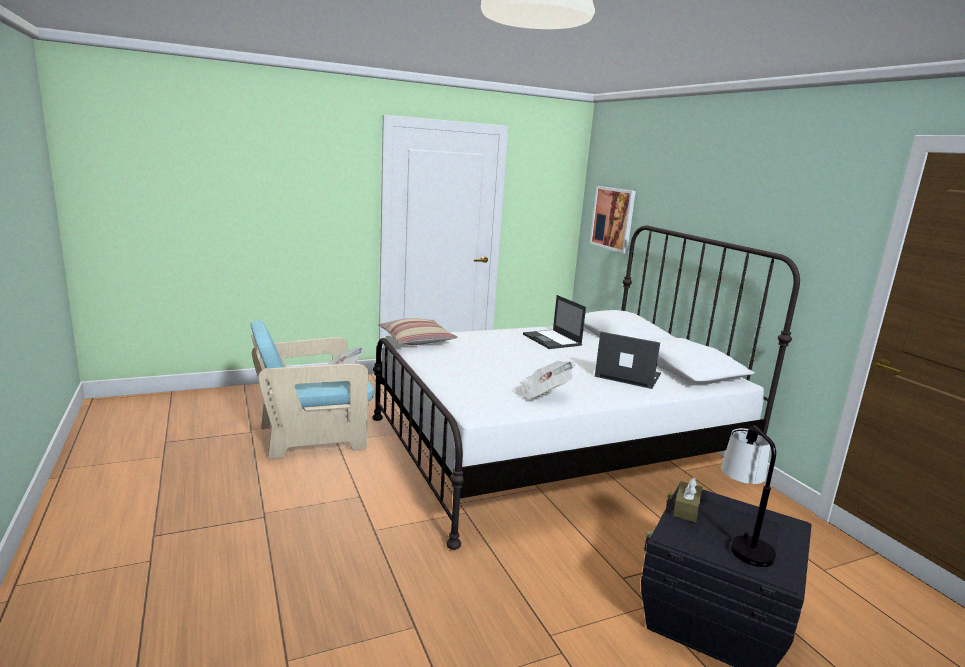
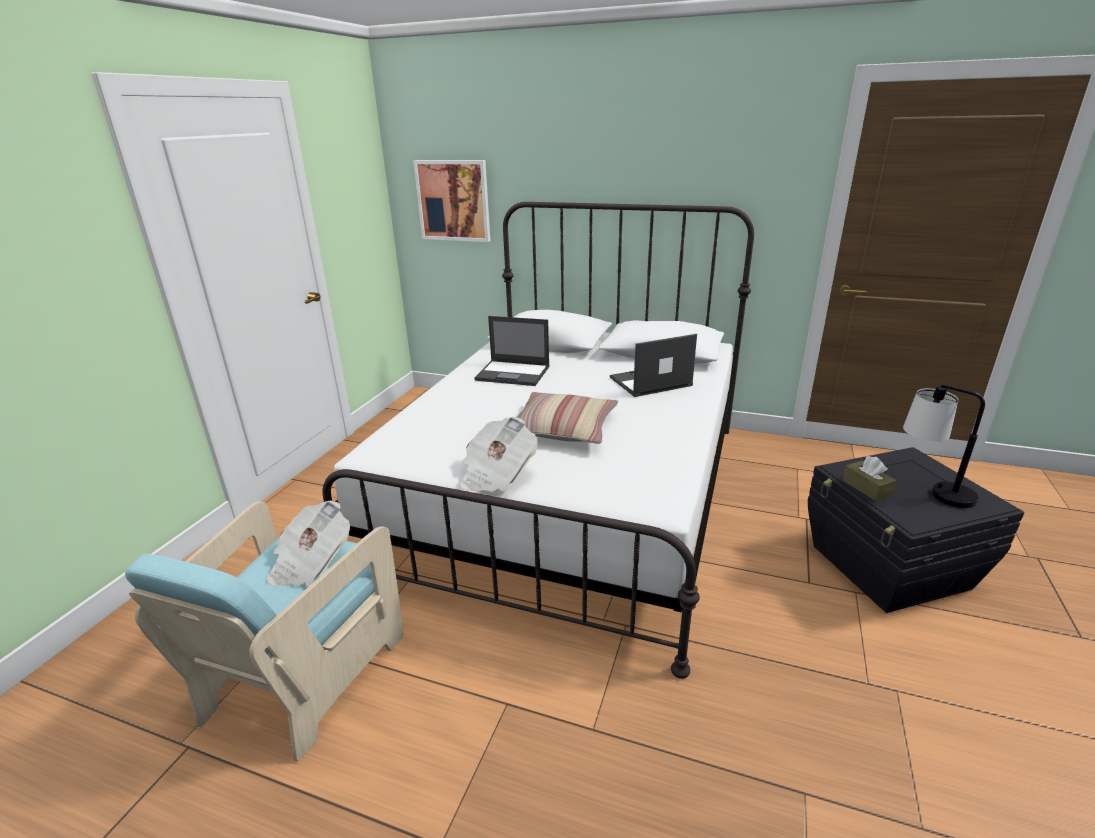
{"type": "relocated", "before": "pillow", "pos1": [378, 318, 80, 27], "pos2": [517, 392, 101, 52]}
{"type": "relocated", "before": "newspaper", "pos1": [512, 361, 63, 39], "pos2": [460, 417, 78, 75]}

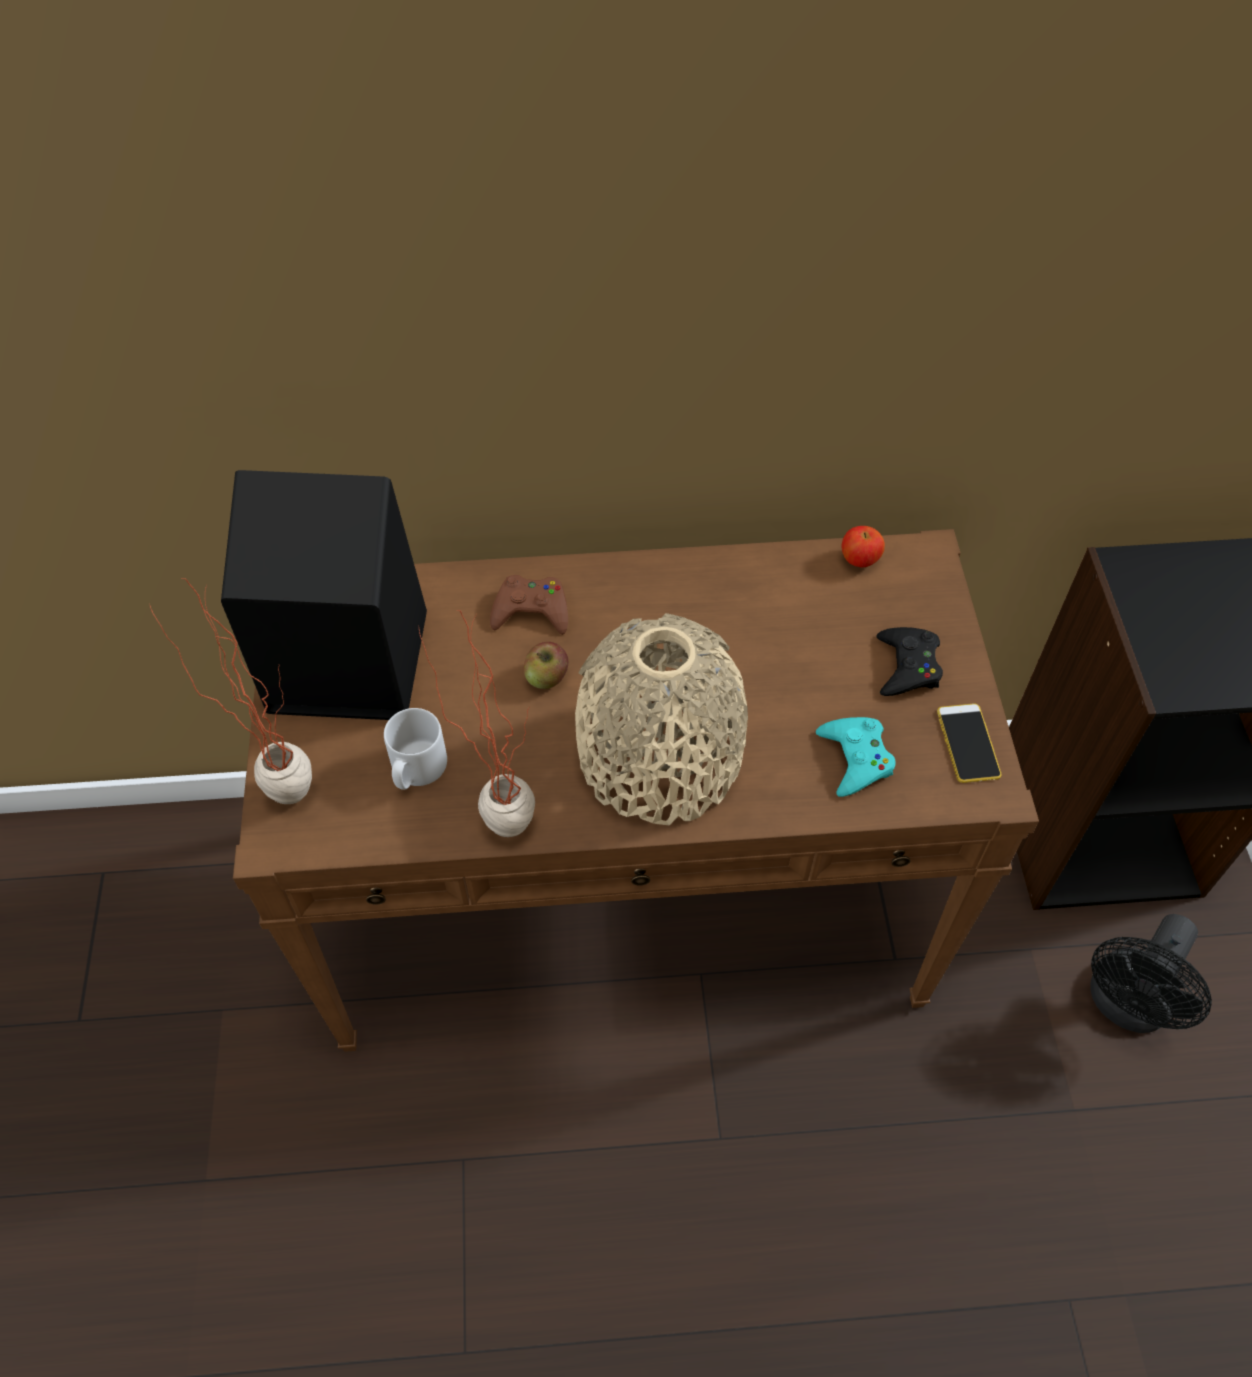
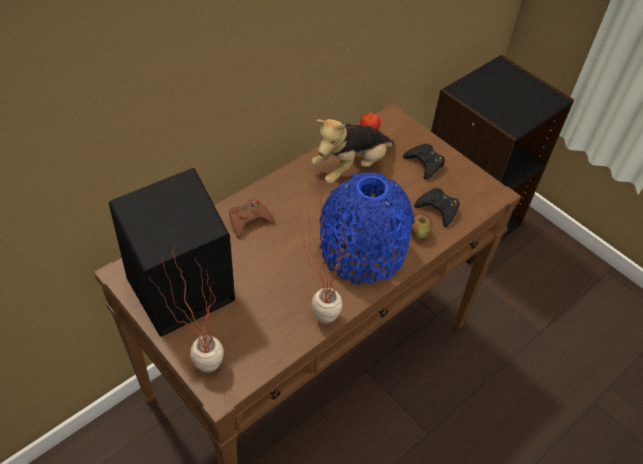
{"type": "missing", "before": "grey mug", "pos1": [384, 708, 63, 82]}
{"type": "missing", "before": "phone", "pos1": [937, 704, 65, 79]}
{"type": "missing", "before": "black fan", "pos1": [1090, 914, 122, 119]}
{"type": "appeared", "after": "plush toy", "pos2": [311, 119, 83, 65]}
{"type": "relocated", "before": "apple", "pos1": [524, 642, 44, 47], "pos2": [411, 213, 22, 26]}
{"type": "colour", "before": "beige vase", "after": "blue vase", "pos1": [575, 613, 173, 213], "pos2": [319, 172, 95, 113]}
{"type": "colour", "before": "turquoise game controller", "after": "black game controller", "pos1": [816, 717, 80, 80], "pos2": [414, 188, 46, 39]}

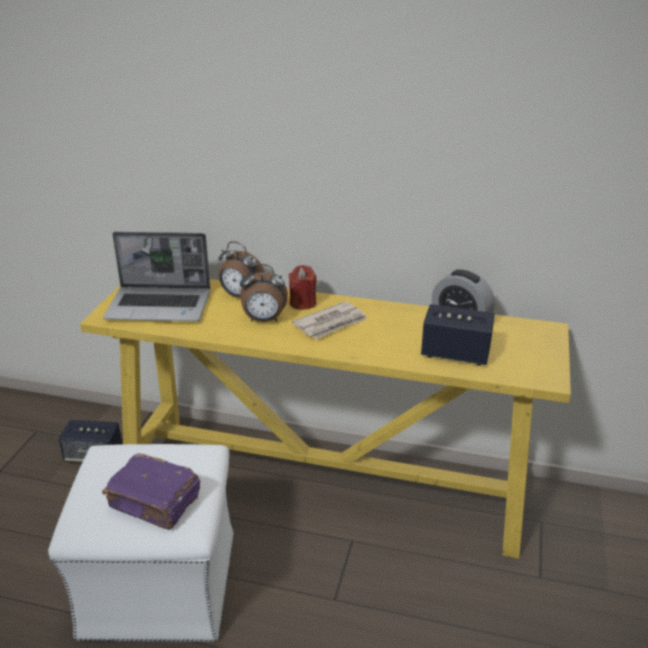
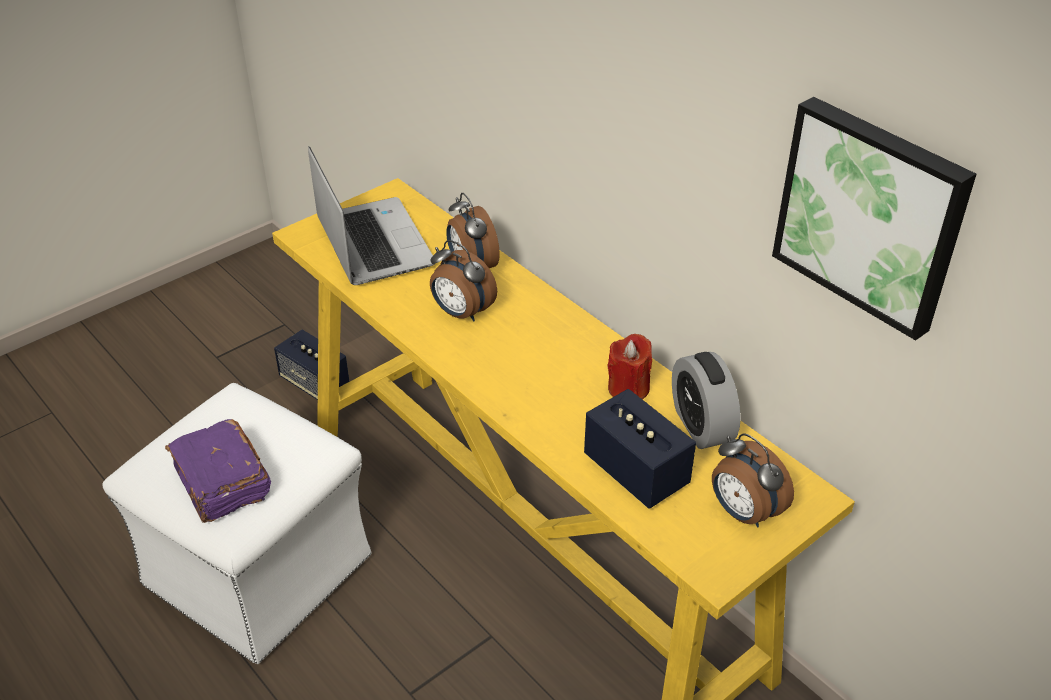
{"type": "missing", "before": "newspaper", "pos1": [292, 301, 75, 38]}
{"type": "appeared", "after": "alarm clock", "pos2": [712, 433, 82, 94]}
{"type": "appeared", "after": "picture", "pos2": [772, 97, 204, 243]}
{"type": "relocated", "before": "red candle", "pos1": [288, 265, 29, 45], "pos2": [607, 334, 45, 65]}
{"type": "spun", "before": "laptop", "pos1": [103, 232, 107, 90], "pos2": [308, 146, 128, 139], "turn": -150}

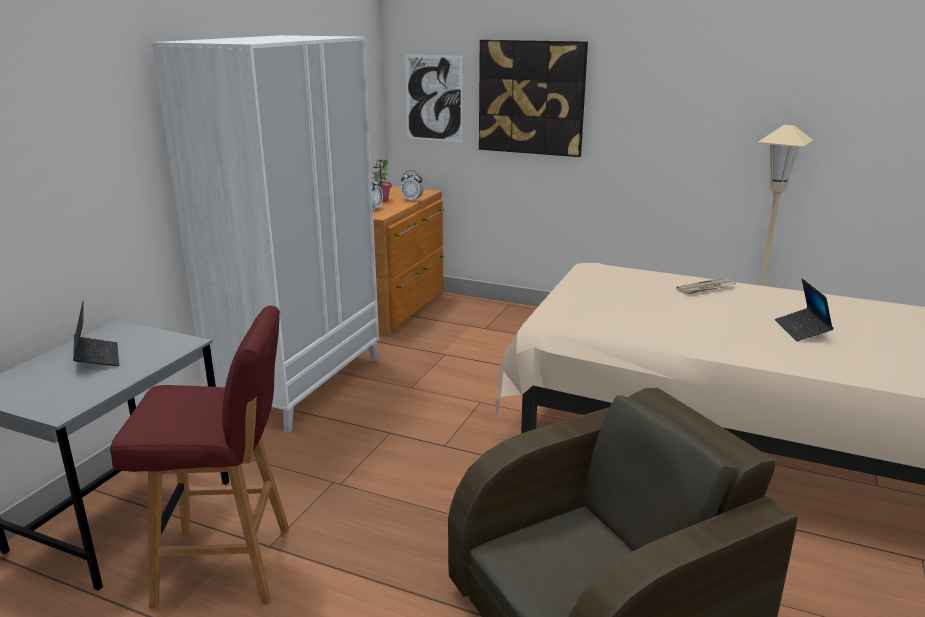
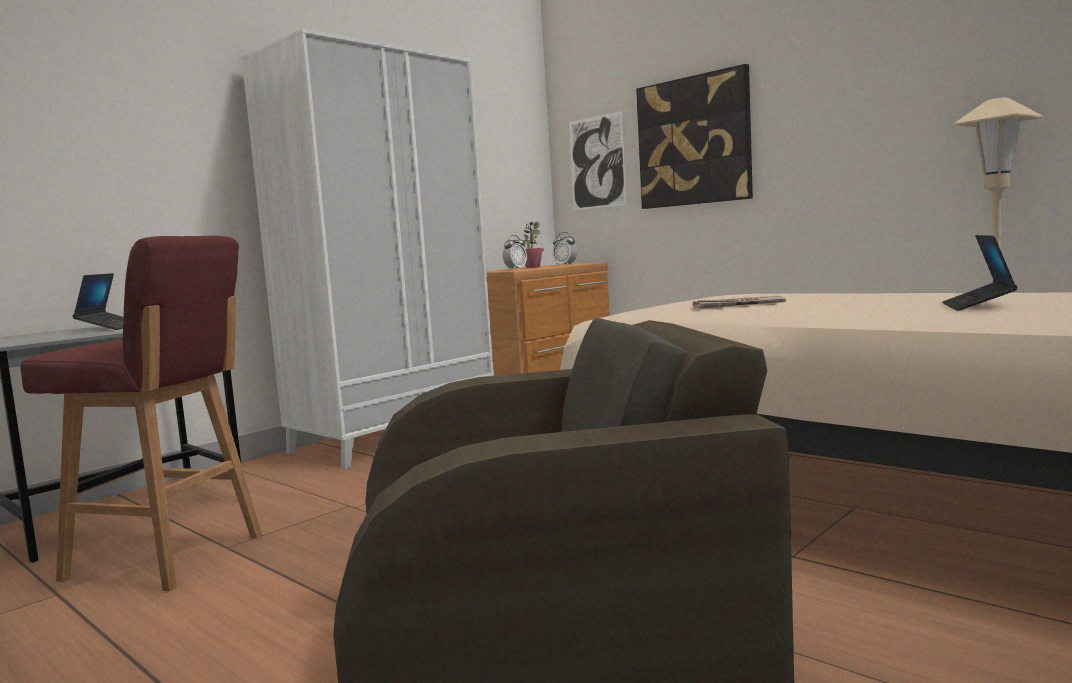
{"type": "relocated", "before": "newspaper", "pos1": [676, 278, 60, 16], "pos2": [693, 296, 93, 13]}

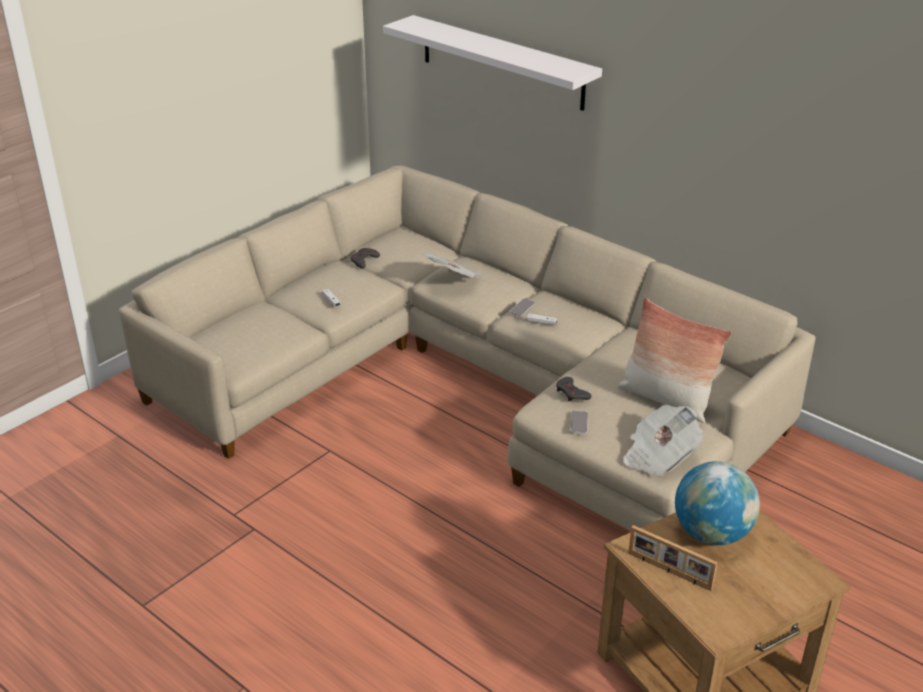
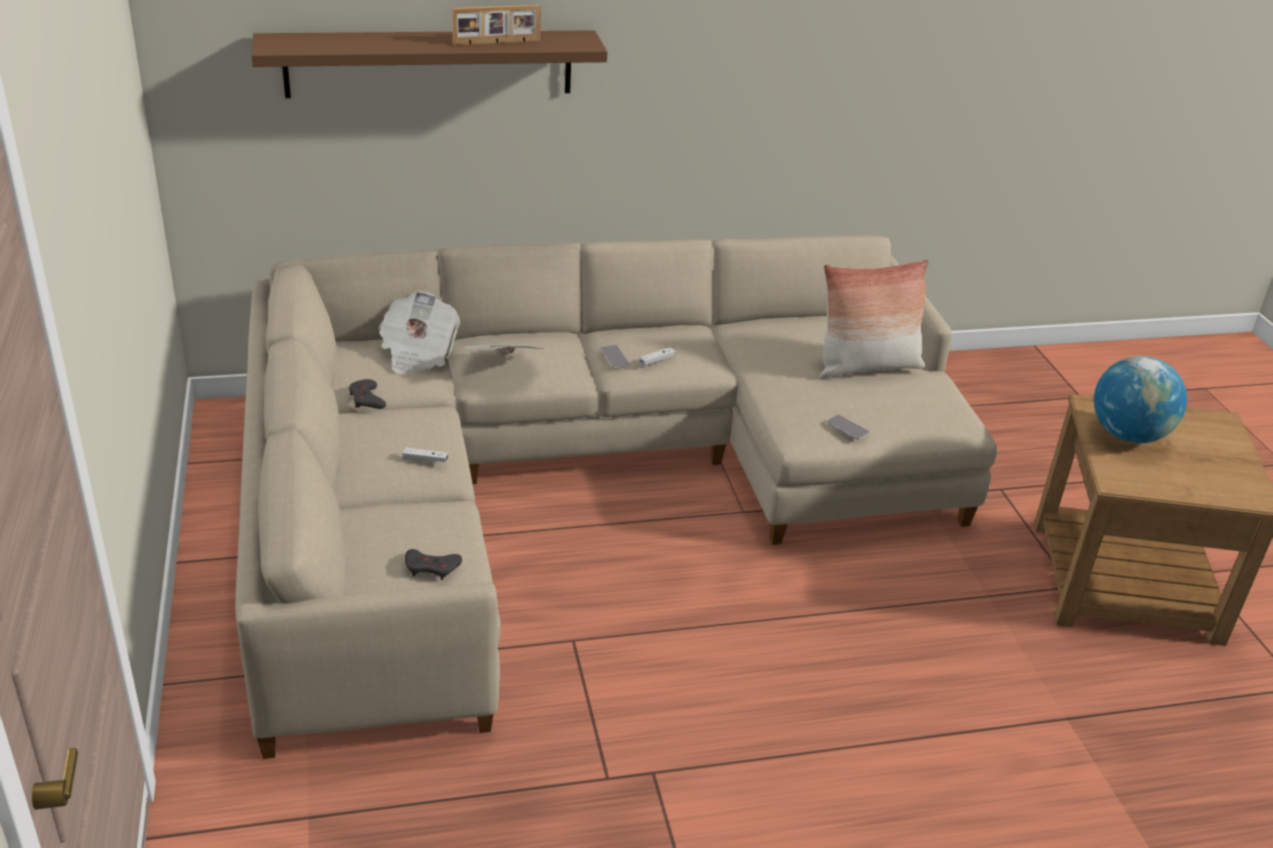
{"type": "relocated", "before": "grey game controller", "pos1": [556, 377, 36, 24], "pos2": [405, 549, 57, 31]}
{"type": "relocated", "before": "newspaper", "pos1": [622, 405, 81, 72], "pos2": [378, 291, 82, 83]}
{"type": "relocated", "before": "picture frame", "pos1": [628, 525, 89, 66], "pos2": [452, 5, 89, 40]}
{"type": "colour", "before": "white shelf", "after": "brown shelf", "pos1": [383, 15, 219, 96], "pos2": [252, 30, 355, 68]}

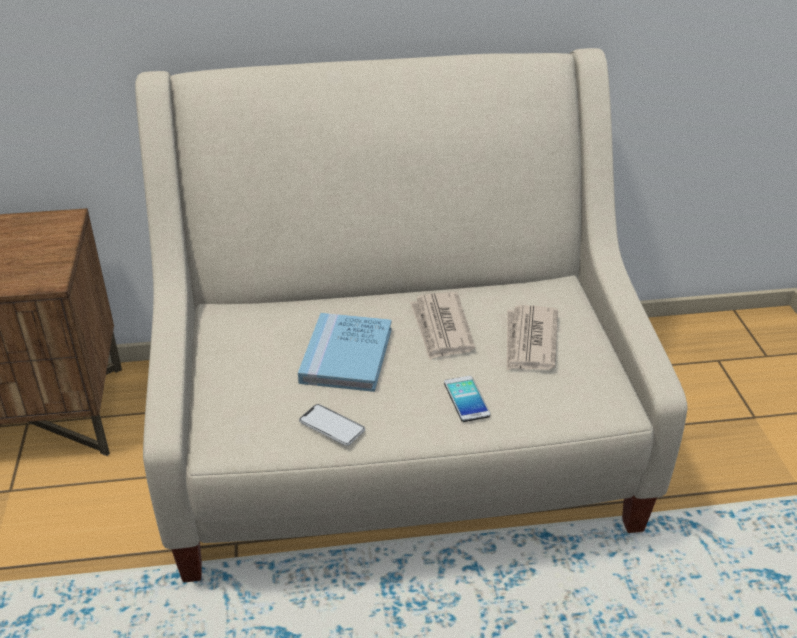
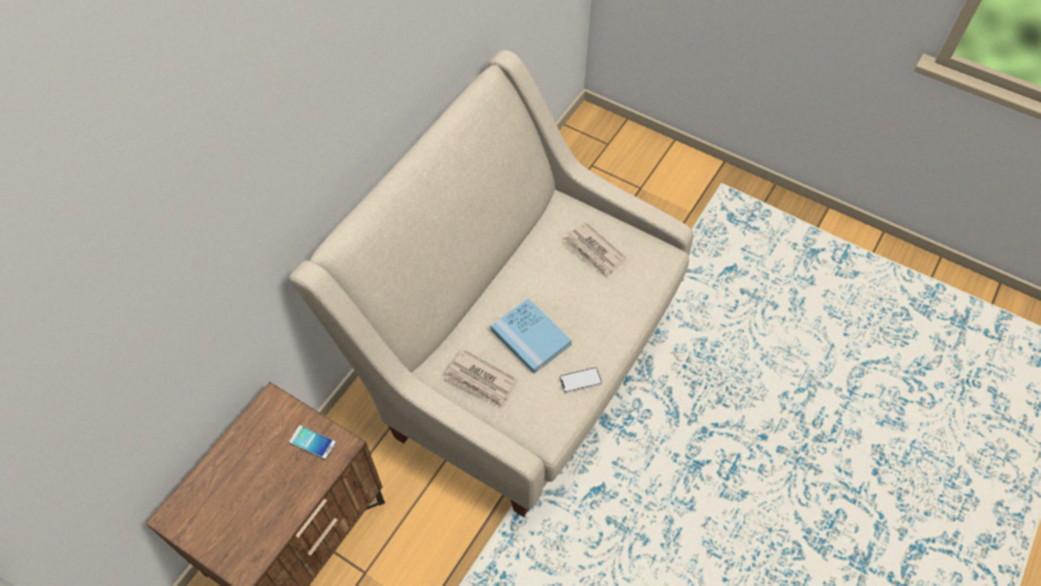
{"type": "relocated", "before": "newspaper", "pos1": [410, 292, 65, 68], "pos2": [446, 349, 71, 59]}
{"type": "relocated", "before": "phone", "pos1": [444, 376, 47, 46], "pos2": [289, 425, 47, 35]}

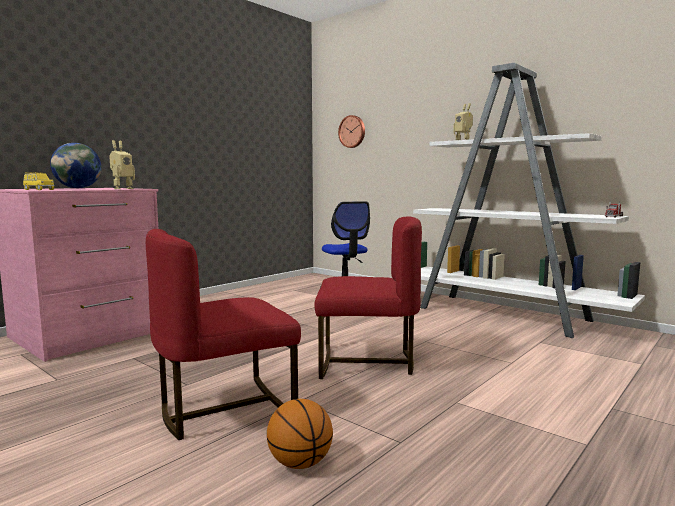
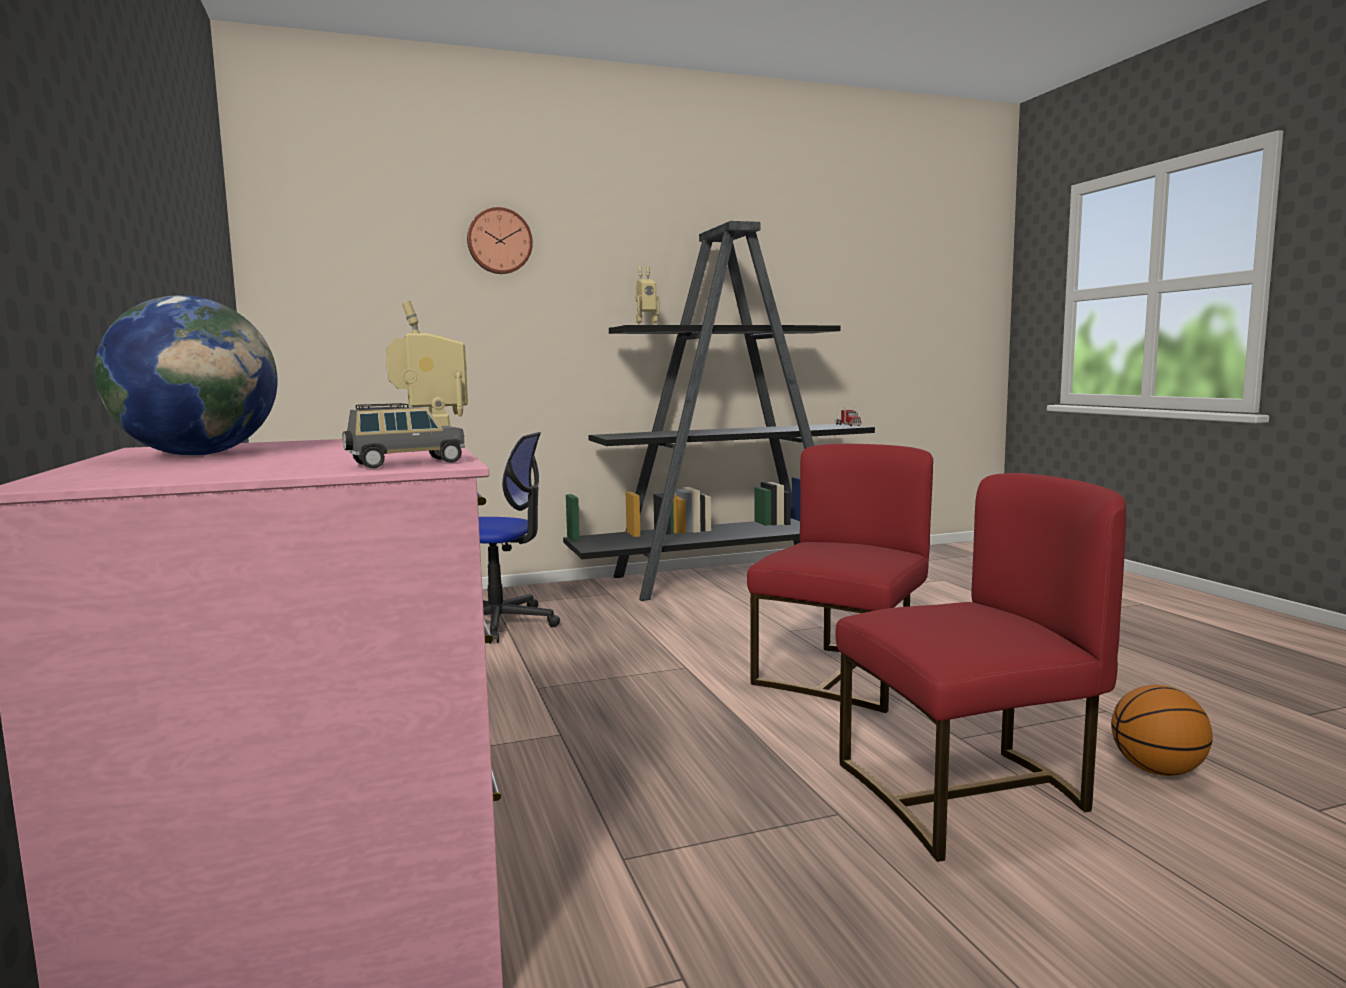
{"type": "relocated", "before": "wall clock", "pos1": [338, 115, 27, 33], "pos2": [467, 207, 66, 67]}
{"type": "colour", "before": "yellow toy car", "after": "grey toy car", "pos1": [23, 172, 31, 18], "pos2": [342, 403, 123, 66]}
{"type": "colour", "before": "white bookcase", "after": "black bookcase", "pos1": [413, 63, 232, 275], "pos2": [563, 221, 312, 380]}
{"type": "spun", "before": "red chair", "pos1": [146, 229, 155, 211], "pos2": [835, 473, 291, 389], "turn": -105}

